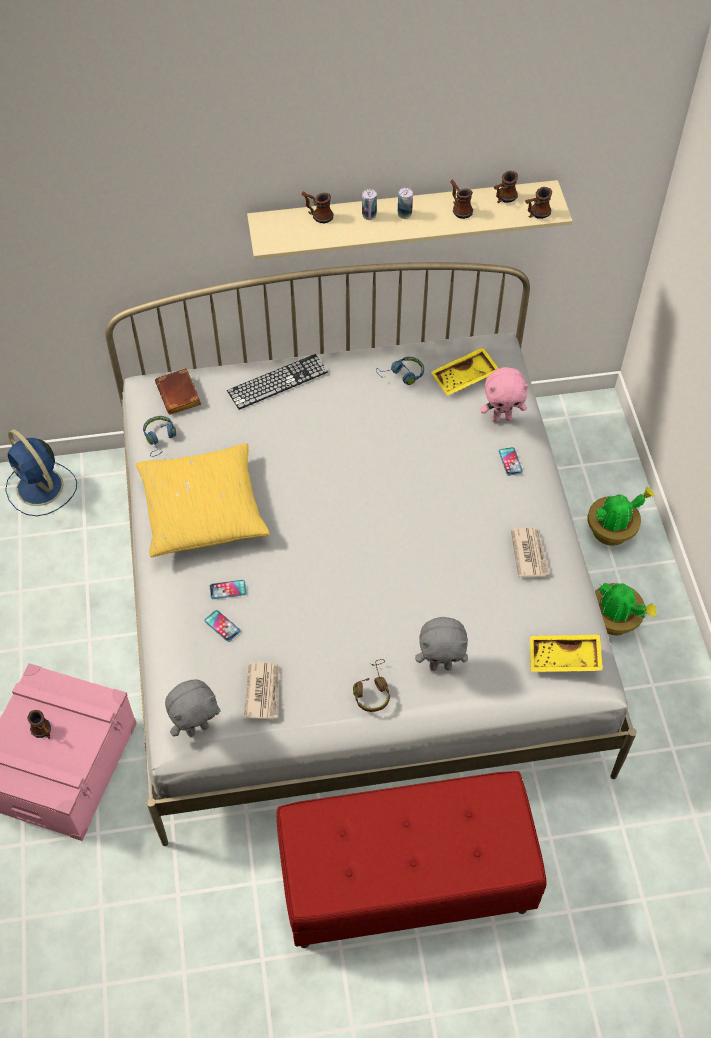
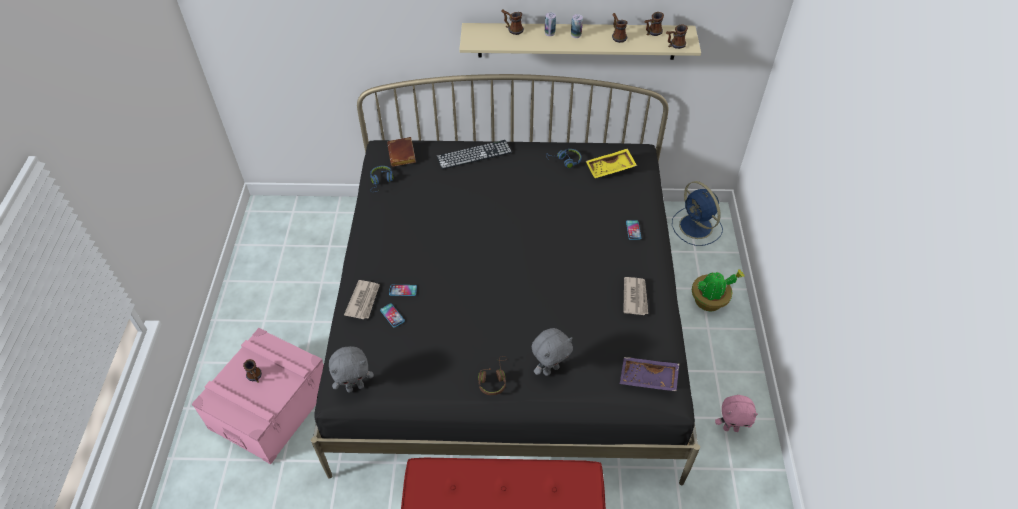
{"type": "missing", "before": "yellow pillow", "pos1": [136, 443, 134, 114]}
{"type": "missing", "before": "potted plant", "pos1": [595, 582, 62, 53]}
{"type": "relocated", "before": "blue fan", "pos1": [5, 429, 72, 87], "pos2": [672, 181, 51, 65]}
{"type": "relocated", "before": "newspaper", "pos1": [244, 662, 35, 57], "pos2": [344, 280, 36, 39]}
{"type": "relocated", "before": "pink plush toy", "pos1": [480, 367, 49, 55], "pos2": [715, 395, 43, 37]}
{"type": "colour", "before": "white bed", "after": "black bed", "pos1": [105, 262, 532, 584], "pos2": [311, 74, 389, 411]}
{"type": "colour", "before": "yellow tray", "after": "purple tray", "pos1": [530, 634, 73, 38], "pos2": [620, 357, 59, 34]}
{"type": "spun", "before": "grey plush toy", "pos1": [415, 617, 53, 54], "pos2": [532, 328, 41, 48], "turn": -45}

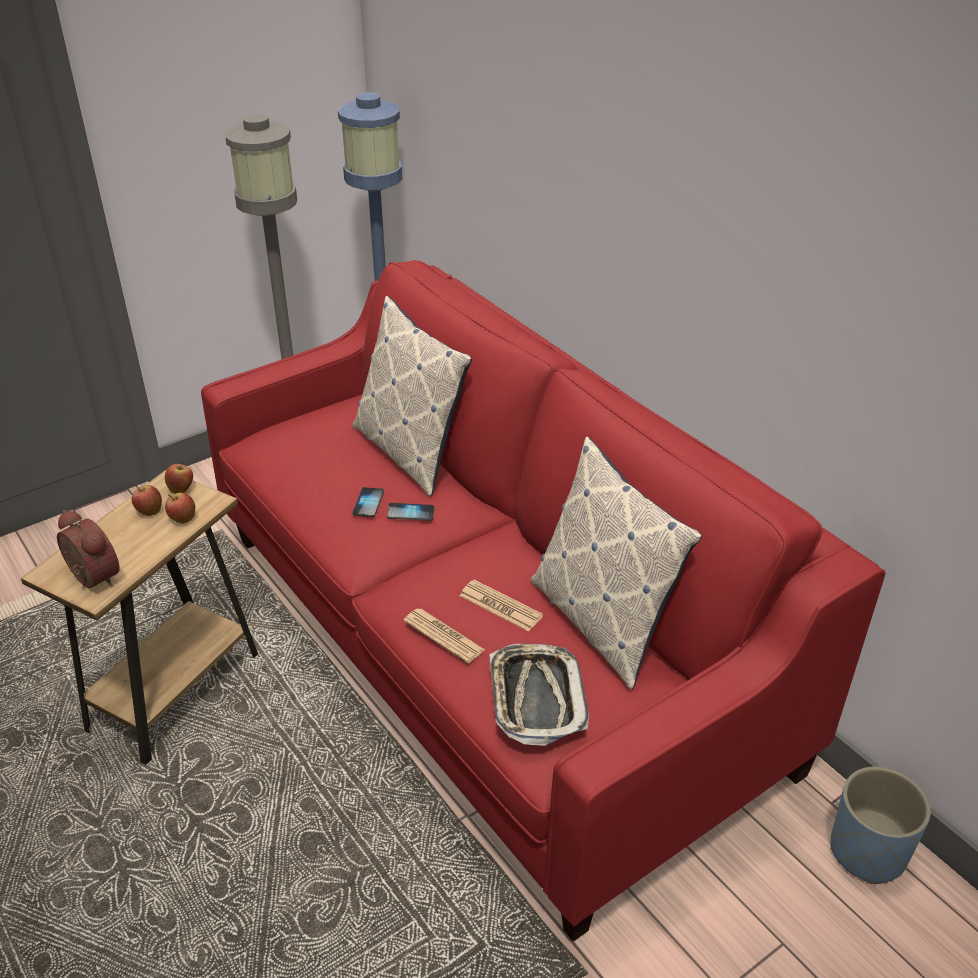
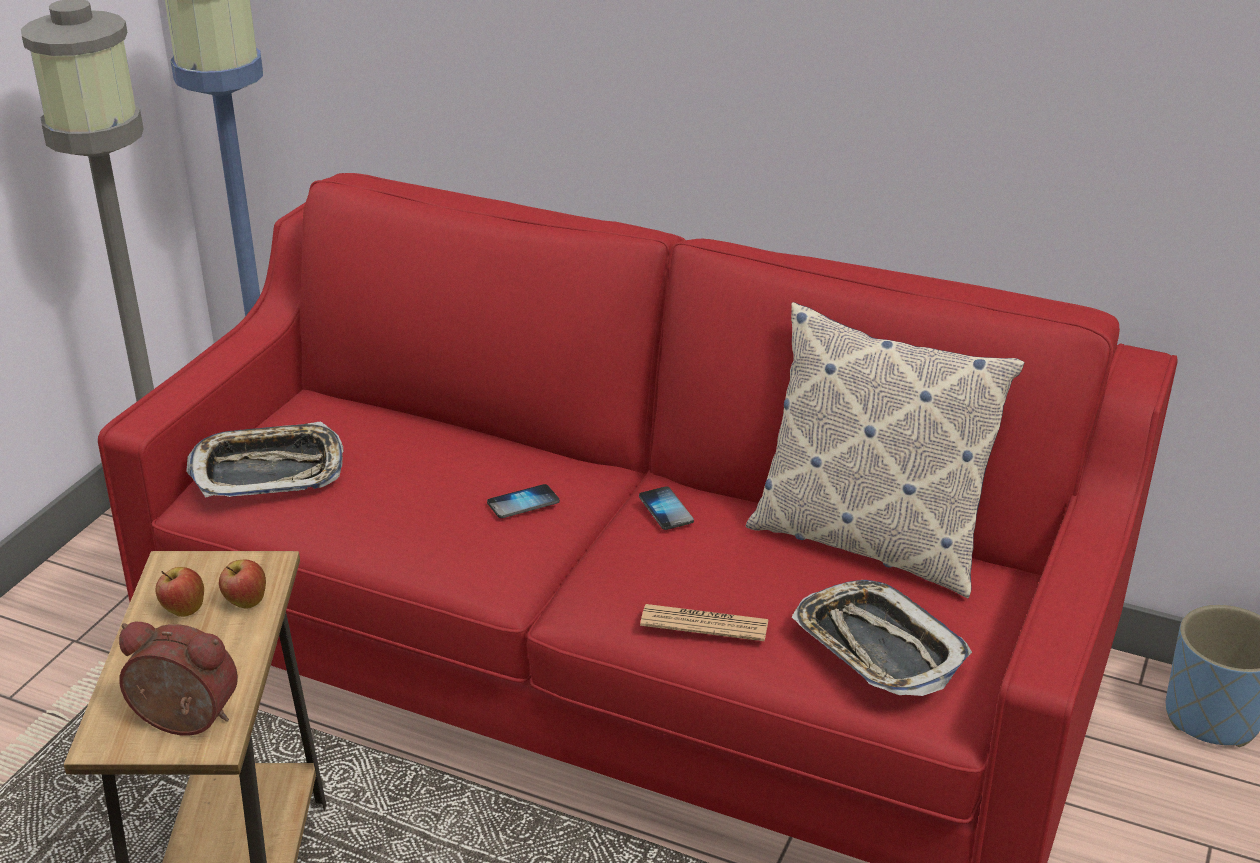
{"type": "missing", "before": "apple", "pos1": [165, 462, 28, 32]}
{"type": "missing", "before": "pillow", "pos1": [352, 296, 120, 201]}
{"type": "missing", "before": "newspaper", "pos1": [460, 579, 83, 52]}
{"type": "appeared", "after": "tray", "pos2": [186, 421, 158, 77]}
{"type": "relocated", "before": "phone", "pos1": [352, 487, 32, 30], "pos2": [639, 486, 55, 44]}

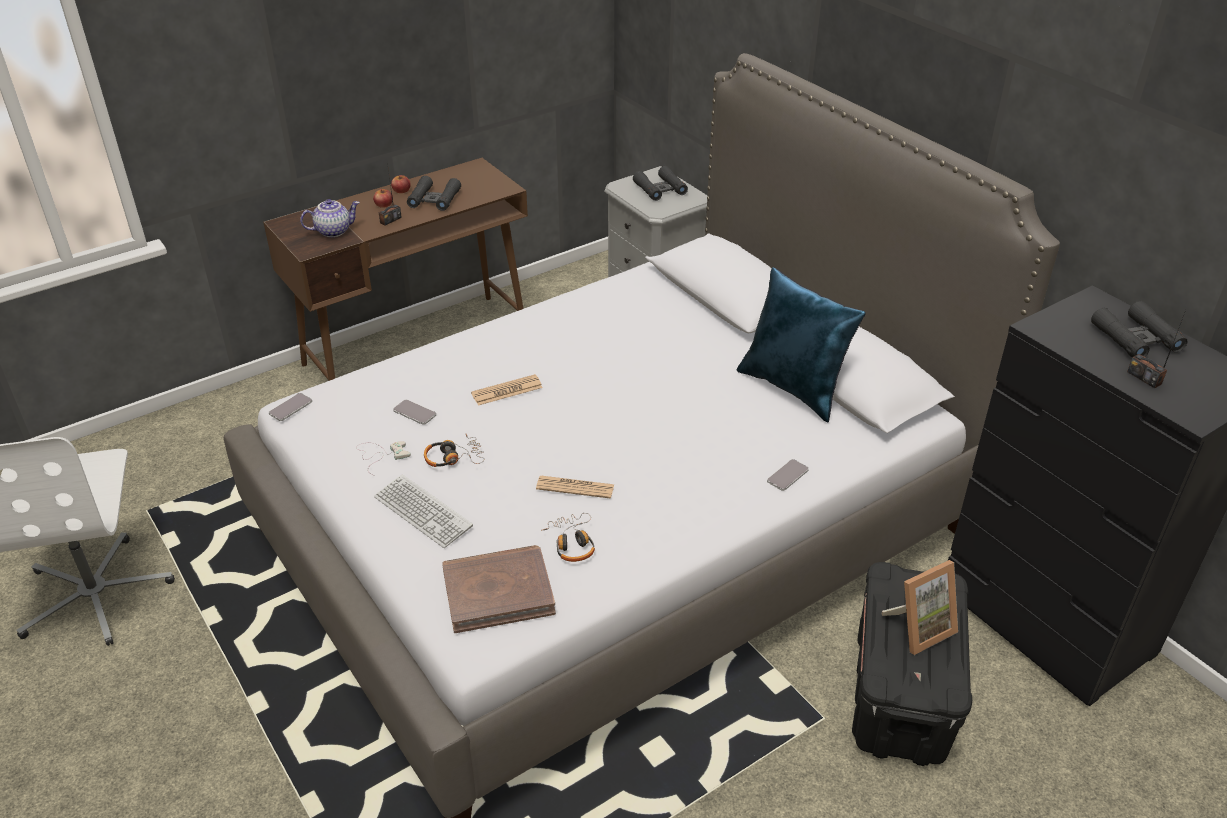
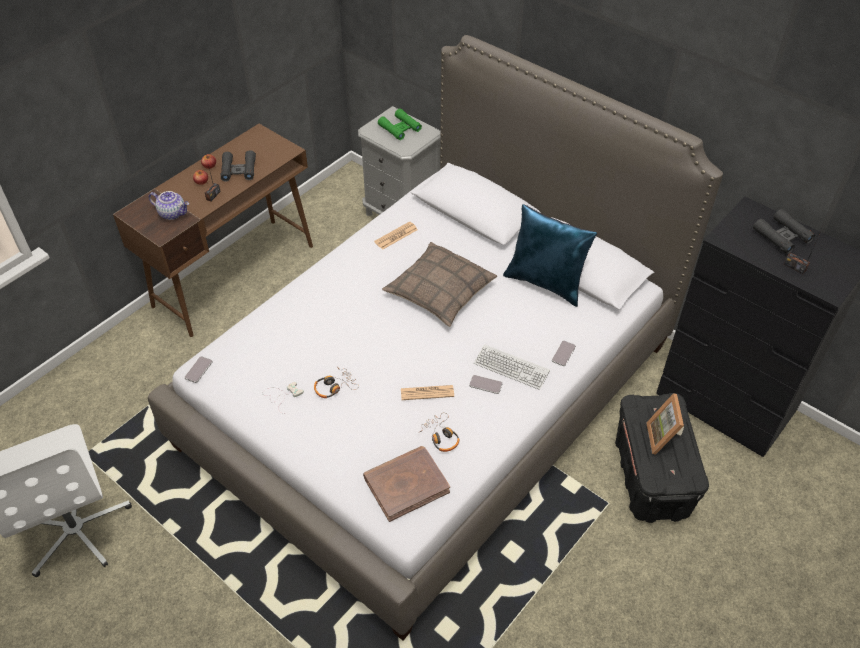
{"type": "appeared", "after": "pillow", "pos2": [382, 242, 115, 85]}
{"type": "relocated", "before": "keyboard", "pos1": [374, 475, 99, 73], "pos2": [474, 344, 76, 46]}
{"type": "relocated", "before": "phone", "pos1": [393, 399, 43, 26], "pos2": [469, 375, 33, 19]}
{"type": "relocated", "before": "newspaper", "pos1": [471, 374, 72, 32], "pos2": [374, 221, 44, 29]}
{"type": "colour", "before": "black binoculars", "after": "green binoculars", "pos1": [633, 166, 55, 35], "pos2": [378, 109, 44, 31]}
{"type": "spun", "before": "teapot", "pos1": [300, 199, 60, 38], "pos2": [149, 191, 40, 29], "turn": 60}
{"type": "spun", "before": "picture frame", "pos1": [882, 560, 76, 95], "pos2": [646, 393, 38, 62], "turn": 135}

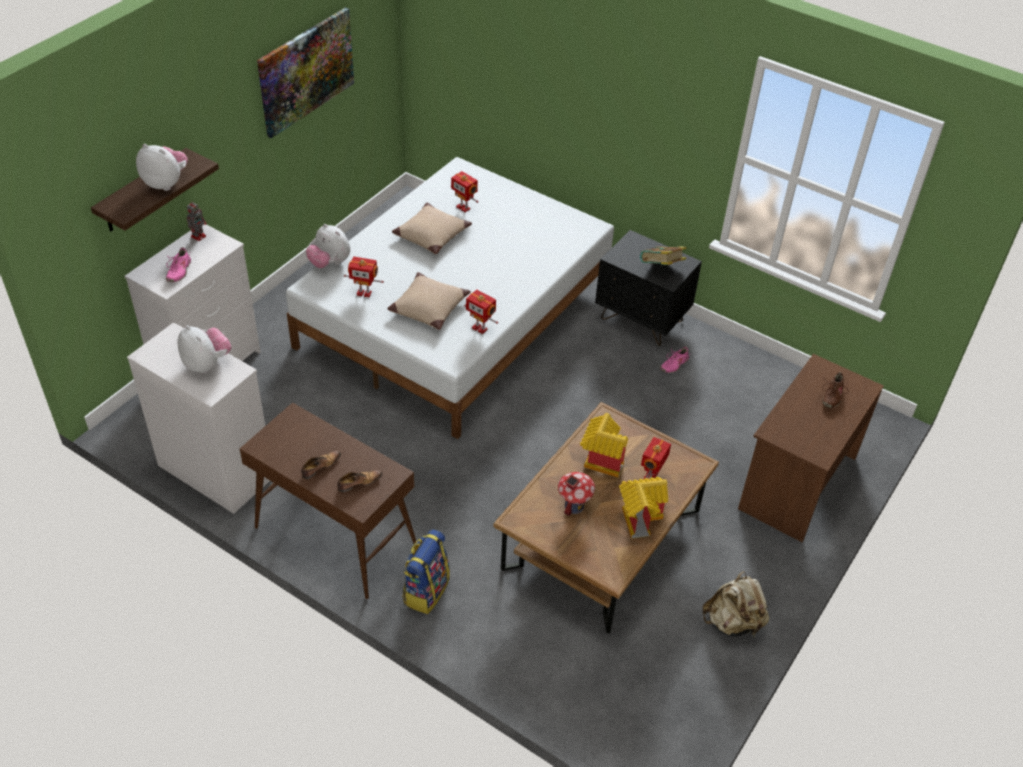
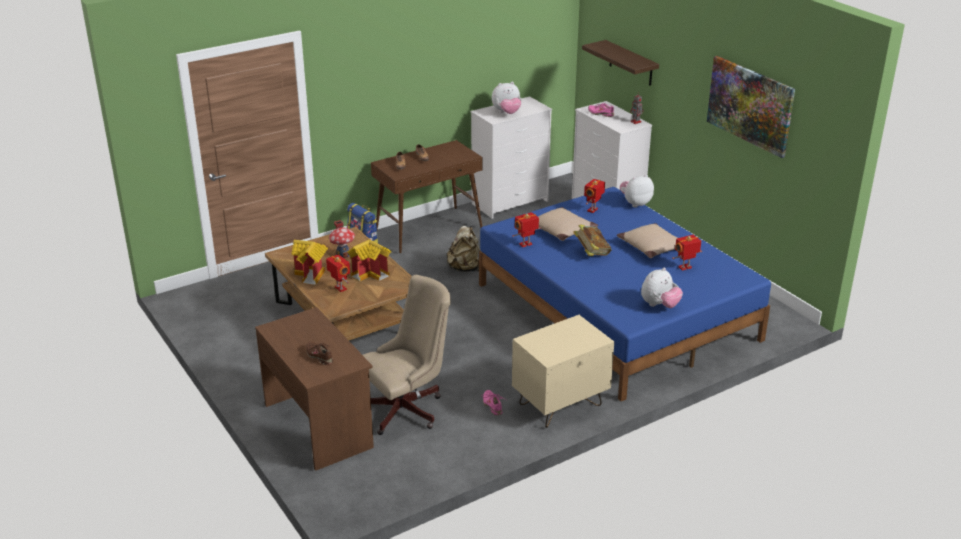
{"type": "appeared", "after": "beige office chair", "pos2": [363, 275, 88, 160]}
{"type": "relocated", "before": "plush toy", "pos1": [136, 144, 52, 47], "pos2": [641, 267, 42, 41]}
{"type": "relocated", "before": "book", "pos1": [640, 246, 46, 19], "pos2": [573, 224, 39, 32]}
{"type": "relocated", "before": "beige backpack", "pos1": [702, 571, 67, 66], "pos2": [447, 226, 33, 46]}
{"type": "colour", "before": "white bed", "after": "blue bed", "pos1": [286, 157, 328, 282], "pos2": [479, 187, 292, 214]}
{"type": "colour", "before": "black nightstand", "after": "beige nightstand", "pos1": [595, 230, 107, 116], "pos2": [512, 315, 102, 113]}

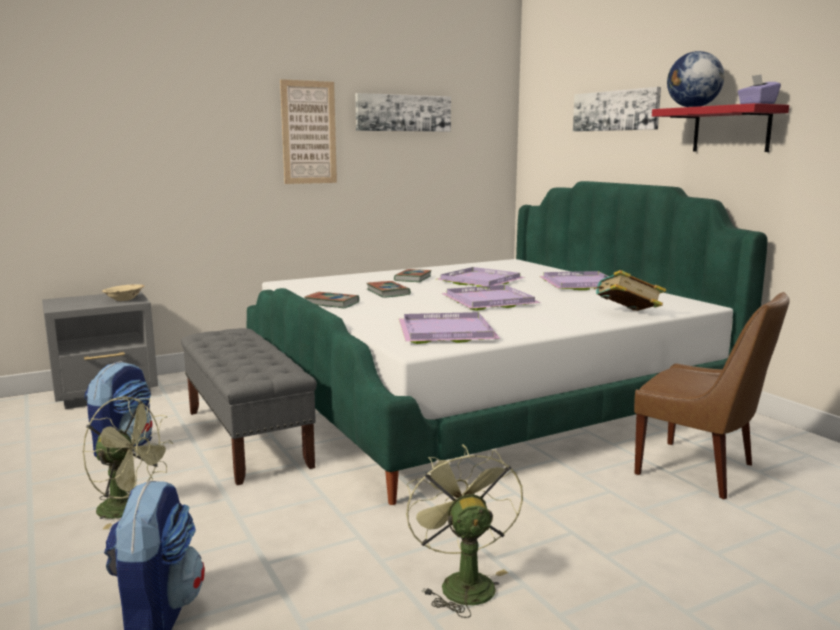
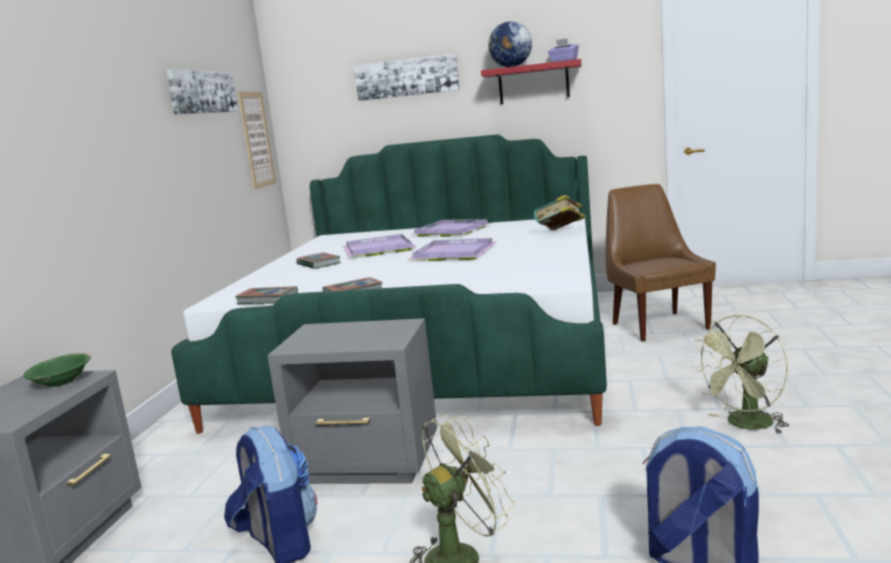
{"type": "missing", "before": "purple tray", "pos1": [399, 312, 101, 32]}
{"type": "relocated", "before": "picture", "pos1": [280, 79, 57, 105], "pos2": [238, 92, 38, 98]}
{"type": "relocated", "before": "book", "pos1": [366, 281, 45, 17], "pos2": [235, 286, 63, 18]}
{"type": "exchanged", "before": "grey bench", "after": "grey nightstand", "pos1": [181, 328, 136, 157], "pos2": [268, 318, 169, 166]}
{"type": "colour", "before": "beige bowl", "after": "green bowl", "pos1": [102, 284, 42, 17], "pos2": [23, 353, 68, 34]}
{"type": "spun", "before": "green fan", "pos1": [406, 444, 117, 174], "pos2": [692, 315, 97, 119], "turn": -60}
{"type": "spun", "before": "brown chair", "pos1": [634, 292, 156, 207], "pos2": [605, 184, 111, 158], "turn": -90}

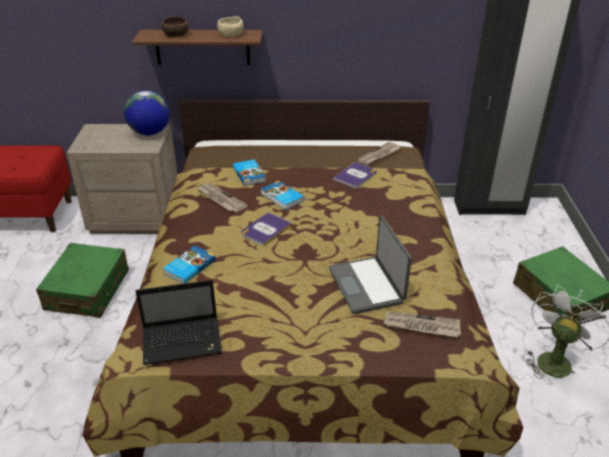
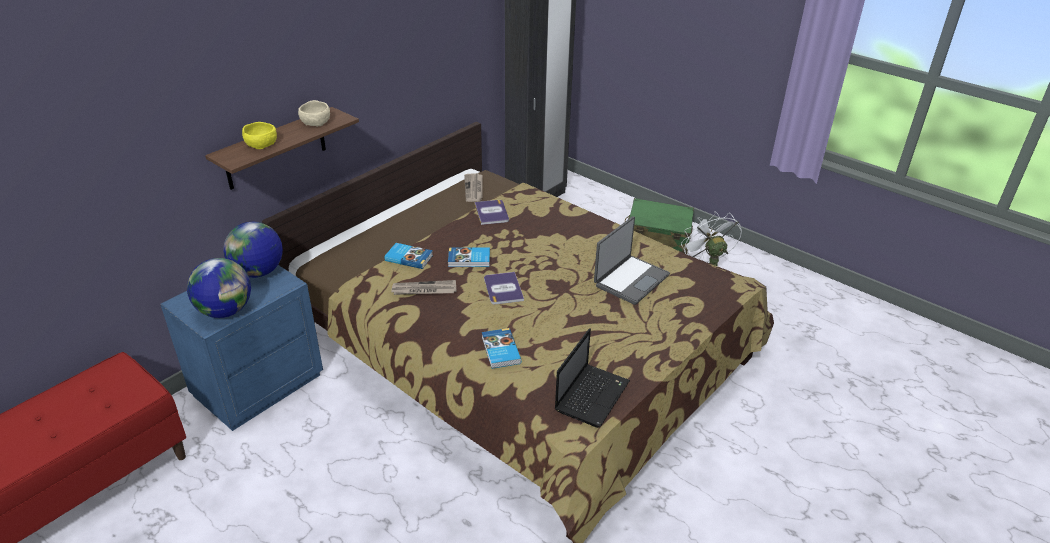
{"type": "missing", "before": "green suitcase", "pos1": [36, 243, 93, 75]}
{"type": "missing", "before": "newspaper", "pos1": [384, 311, 77, 26]}
{"type": "appeared", "after": "globe", "pos2": [187, 258, 64, 60]}
{"type": "colour", "before": "beige nightstand", "after": "blue nightstand", "pos1": [66, 124, 112, 110], "pos2": [160, 265, 163, 166]}
{"type": "colour", "before": "brown bowl", "after": "yellow bowl", "pos1": [161, 16, 28, 21], "pos2": [242, 122, 35, 27]}
{"type": "spun", "before": "laptop", "pos1": [329, 215, 83, 99], "pos2": [594, 216, 76, 89], "turn": -75}

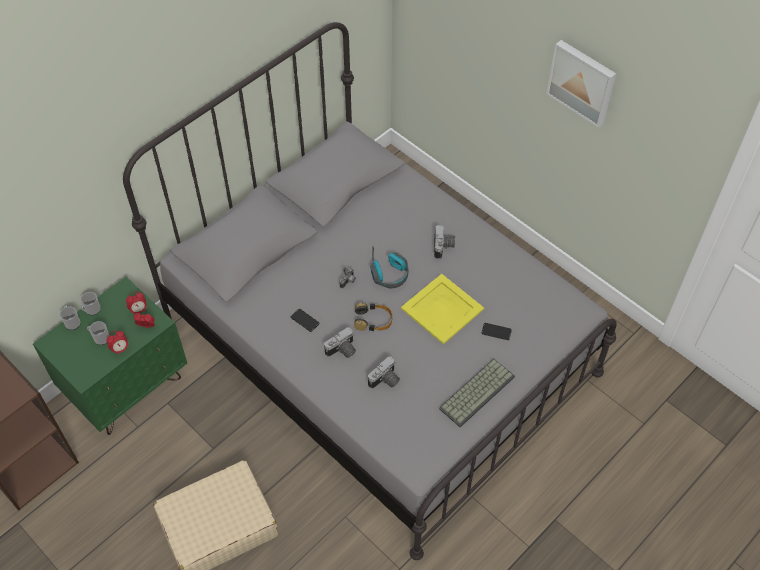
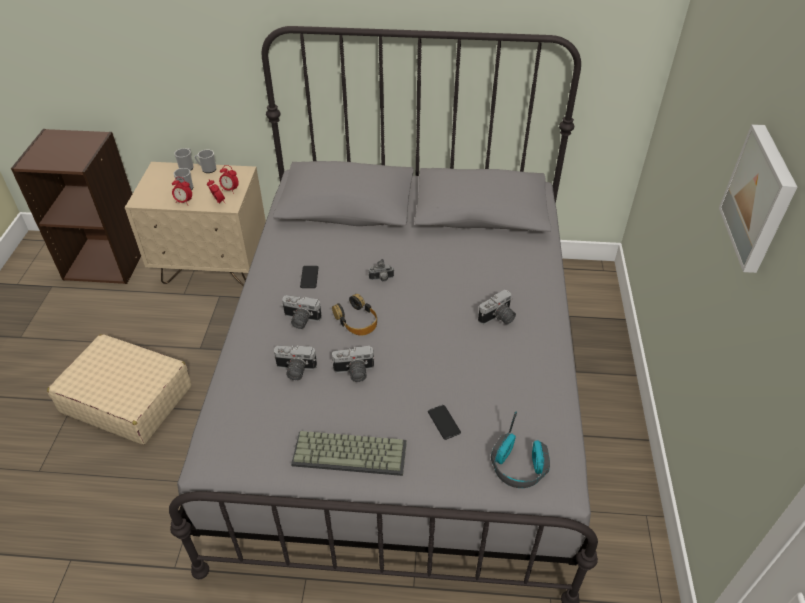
{"type": "missing", "before": "yellow tray", "pos1": [401, 274, 83, 70]}
{"type": "appeared", "after": "photo camera", "pos2": [332, 346, 43, 36]}
{"type": "relocated", "before": "headphones", "pos1": [370, 246, 39, 42], "pos2": [491, 411, 59, 77]}
{"type": "colour", "before": "green nightstand", "after": "beige nightstand", "pos1": [33, 277, 154, 158], "pos2": [125, 162, 141, 124]}

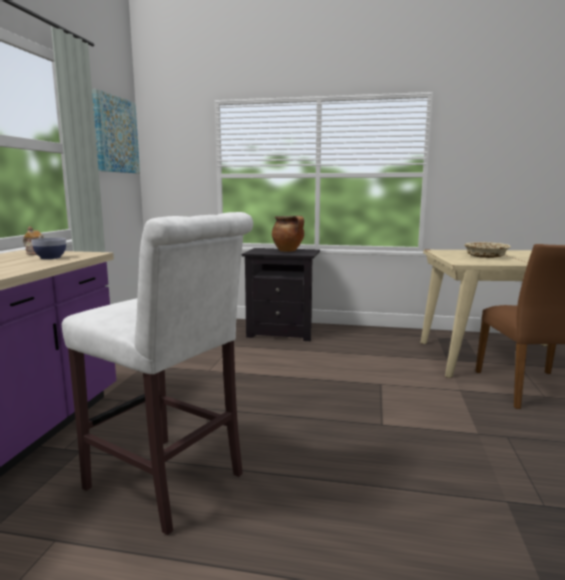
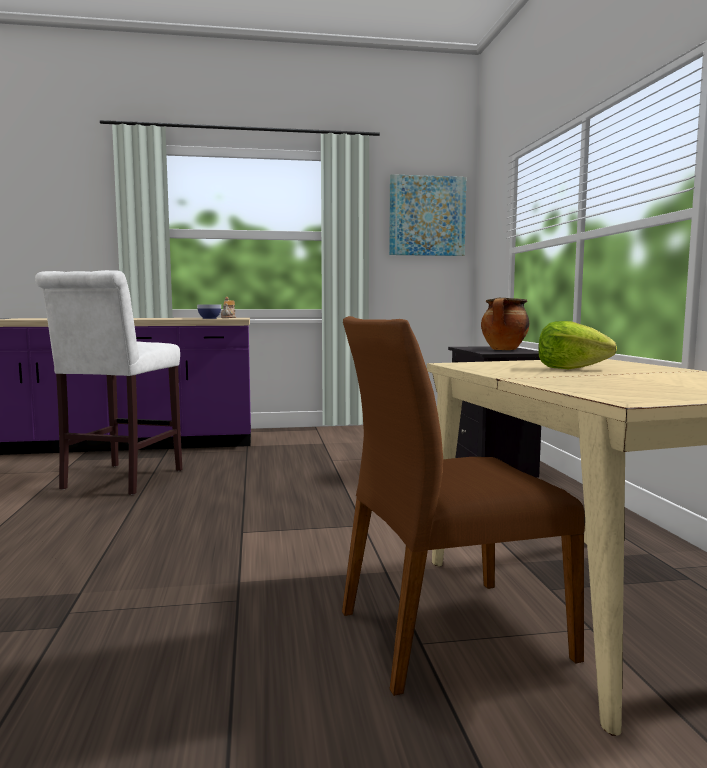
{"type": "exchanged", "before": "beige bowl", "after": "lettuce", "pos1": [464, 242, 47, 16], "pos2": [538, 321, 79, 48]}

